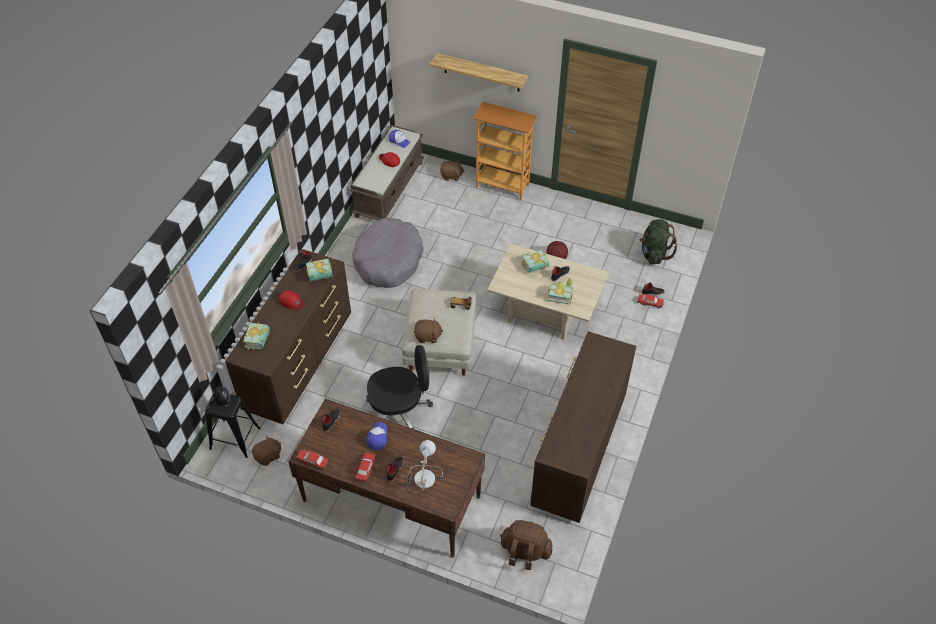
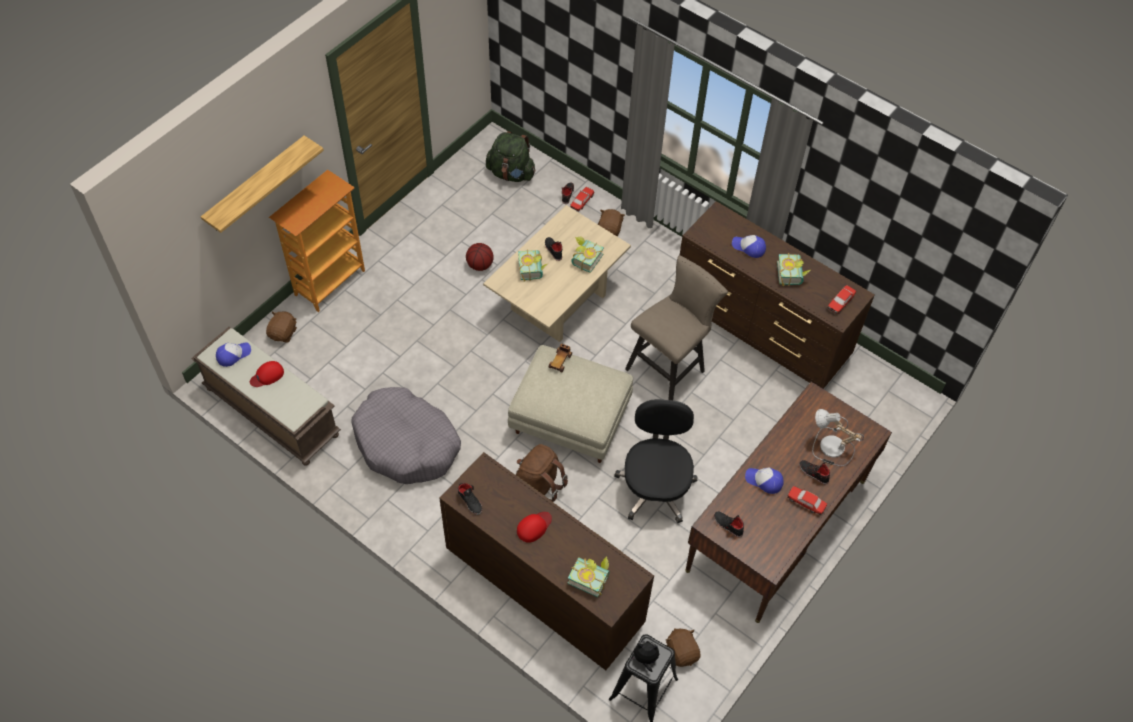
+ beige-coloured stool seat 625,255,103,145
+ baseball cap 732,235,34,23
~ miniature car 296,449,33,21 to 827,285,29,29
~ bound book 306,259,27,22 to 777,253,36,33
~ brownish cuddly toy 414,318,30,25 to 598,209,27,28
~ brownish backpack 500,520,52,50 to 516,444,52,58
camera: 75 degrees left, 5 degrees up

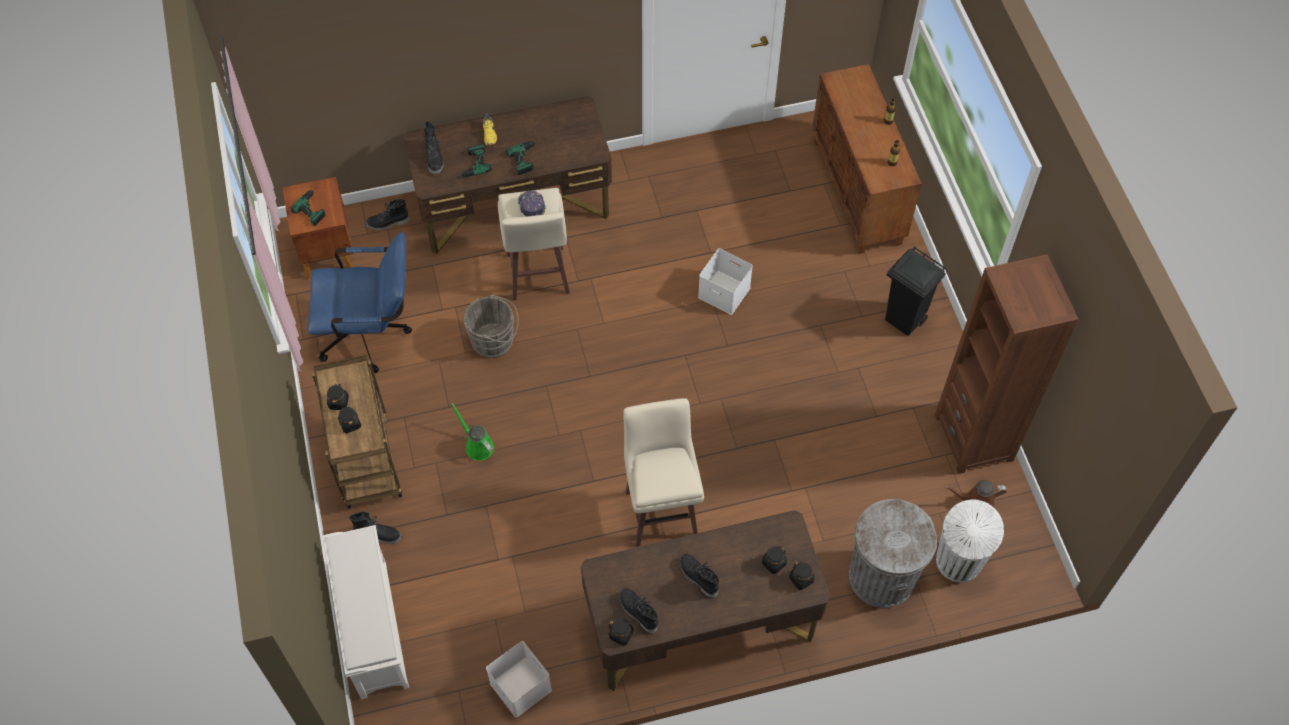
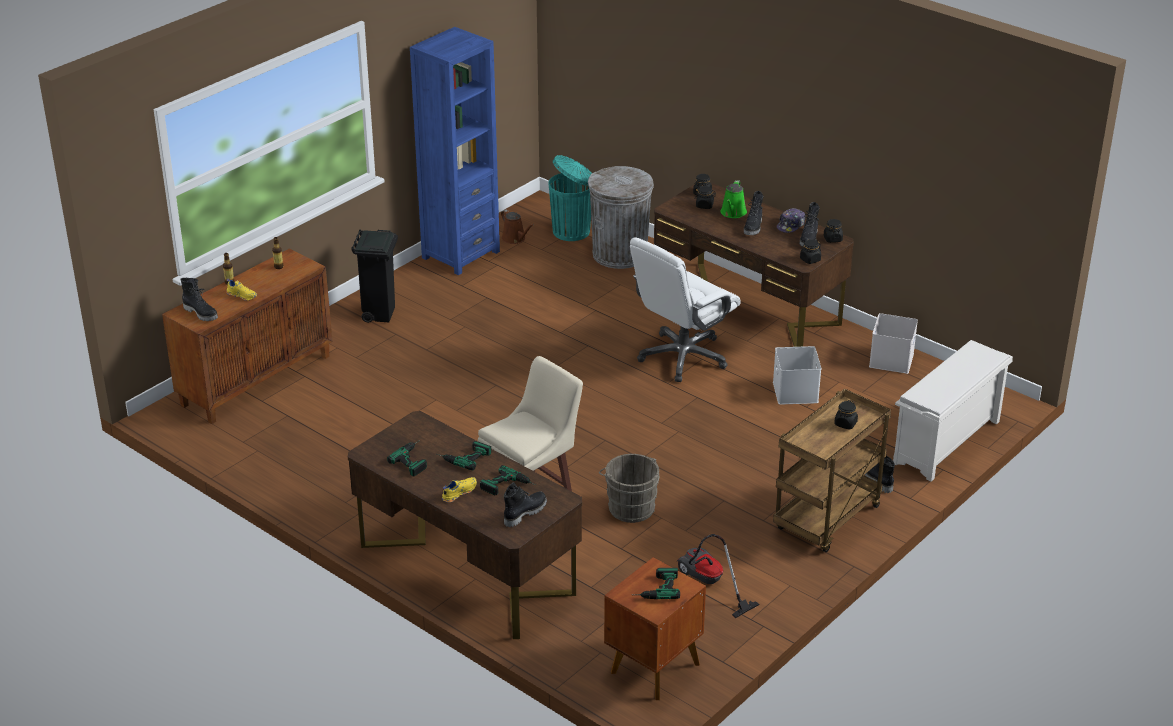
+ yellowish low shoe 226,279,31,22
+ drill 387,440,40,37
~ black-coloured storage jar 327,384,22,26 to 800,239,21,25
~ black-coloured tall boot 366,199,43,32 to 180,278,38,43
~ greenish watering pot 451,403,43,58 to 721,180,26,38
~ baseball cap 518,190,27,27 to 777,208,29,25
~ whitish storage container 698,248,55,67 to 773,346,48,59
~ bluish computer chair 308,232,104,141 to vacuum cleaner 677,534,83,84
~ beige-coloured stool seat 623,398,81,149 to whitish computer chair 630,238,111,144
~ brownish bookcase 935,255,143,219 to bluish bookcase 410,27,90,248
~ whitish rubbish bin 936,499,68,83 to blue-green rubbish bin 548,155,44,86
camera: 125 degrees left, 25 degrees down

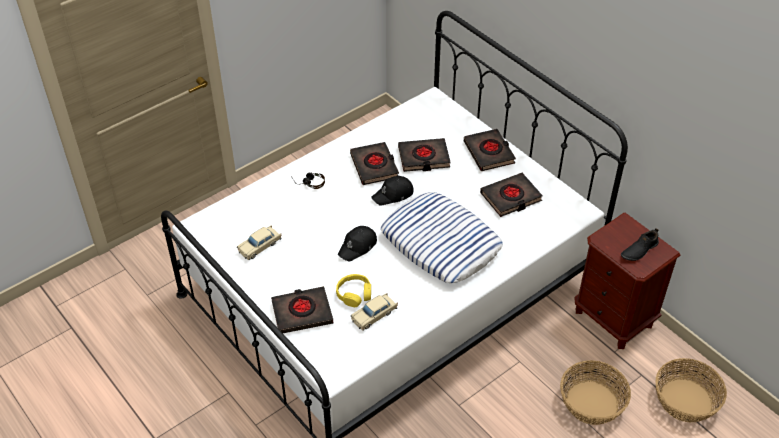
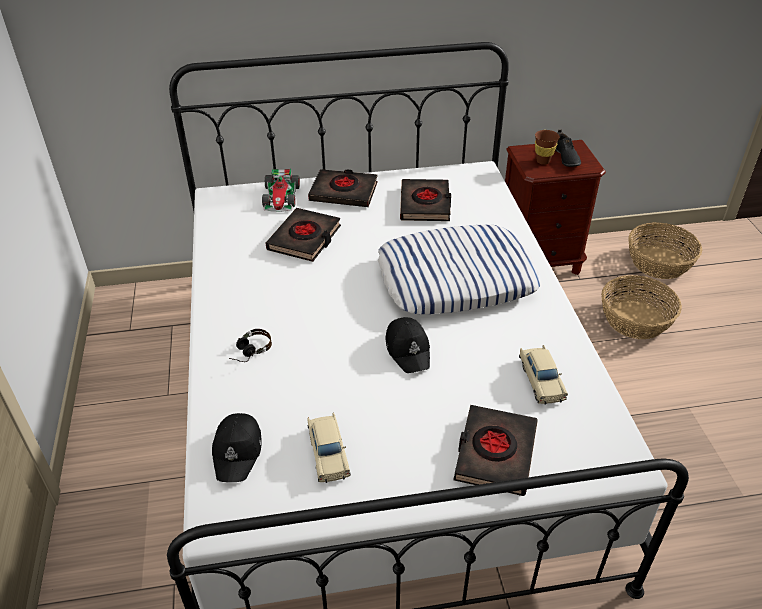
- yellowish headset 336,274,35,33
- black-coloured bound book 350,142,49,43
+ miniature car 262,169,38,43
+ brownish small cup 535,130,24,35
~ black-coloured baseball cap 372,176,42,29 to 212,413,50,69
camera: 60 degrees left, 5 degrees down

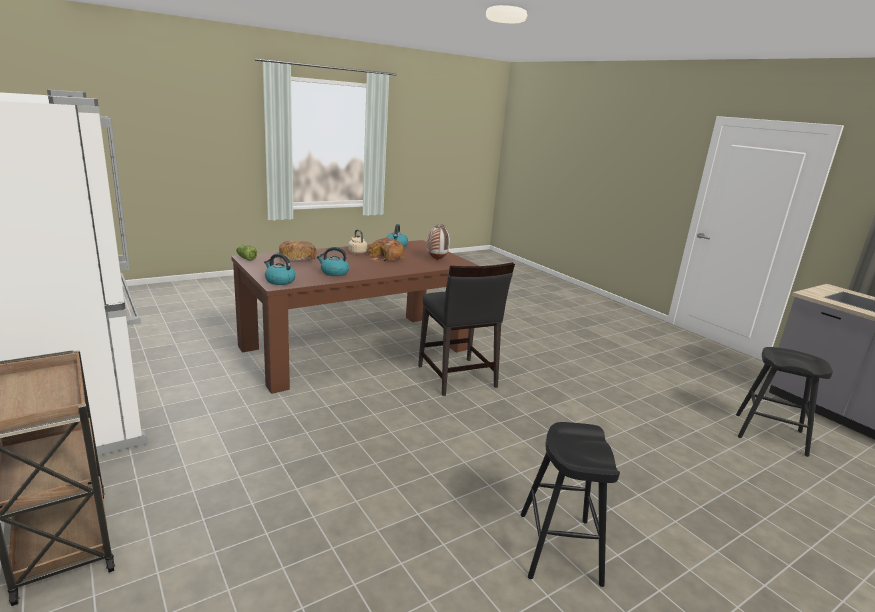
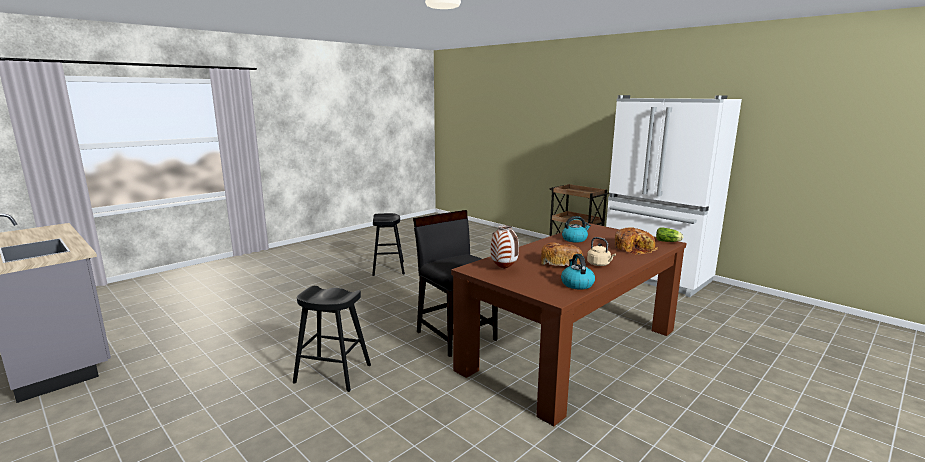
- water kettle 264,253,32,32
~ black-coloured stool seat 736,347,97,110 to 293,286,78,106
camera: 170 degrees right, 5 degrees down

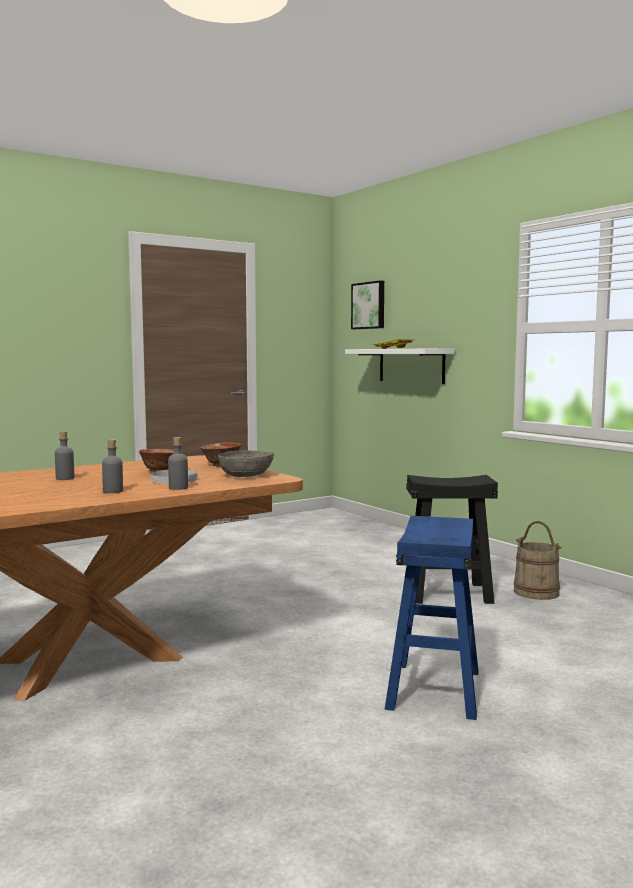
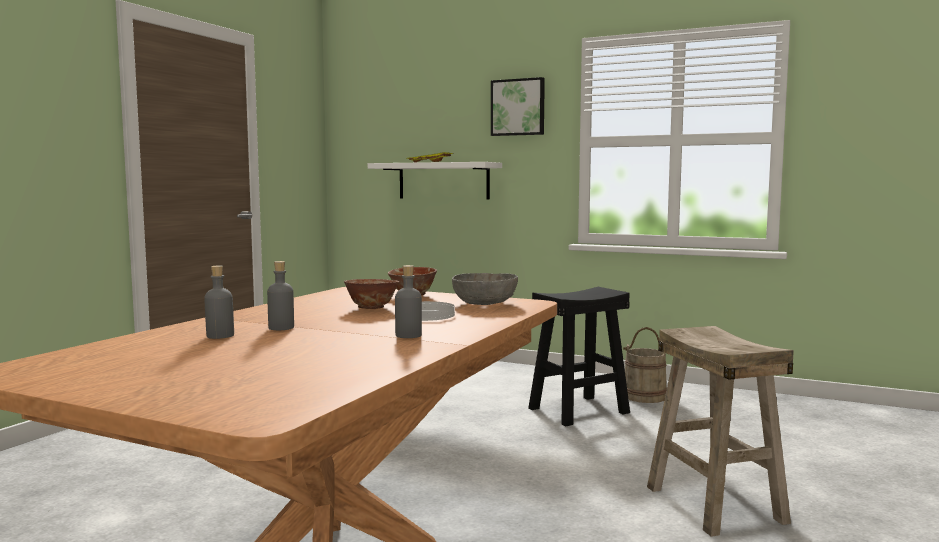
~ grey bottle 168,437,20,53 to 204,266,30,73
~ picture 351,281,33,48 to 491,77,54,59
~ bluish stool seat 385,516,93,204 to beige-coloured stool seat 647,326,147,211
camera: 30 degrees left, 0 degrees up

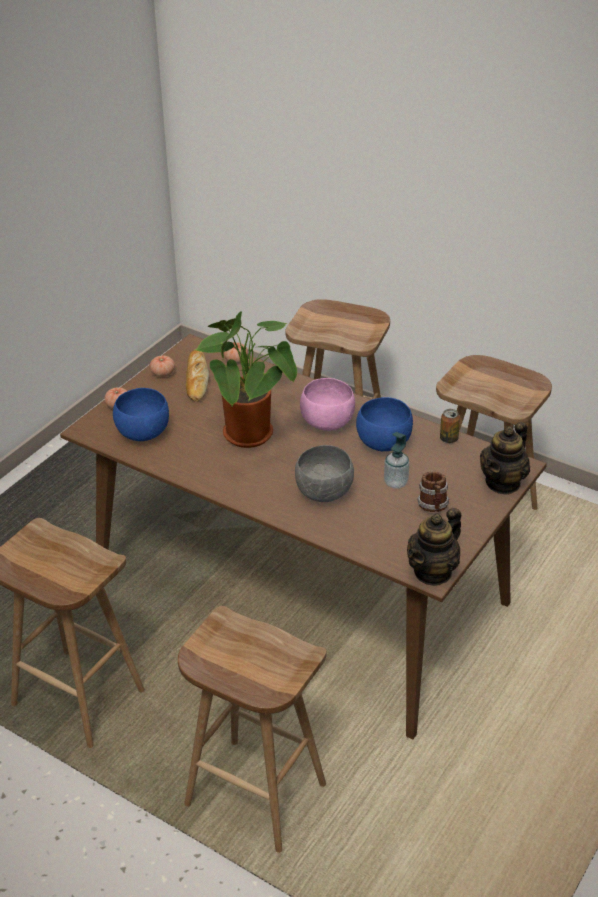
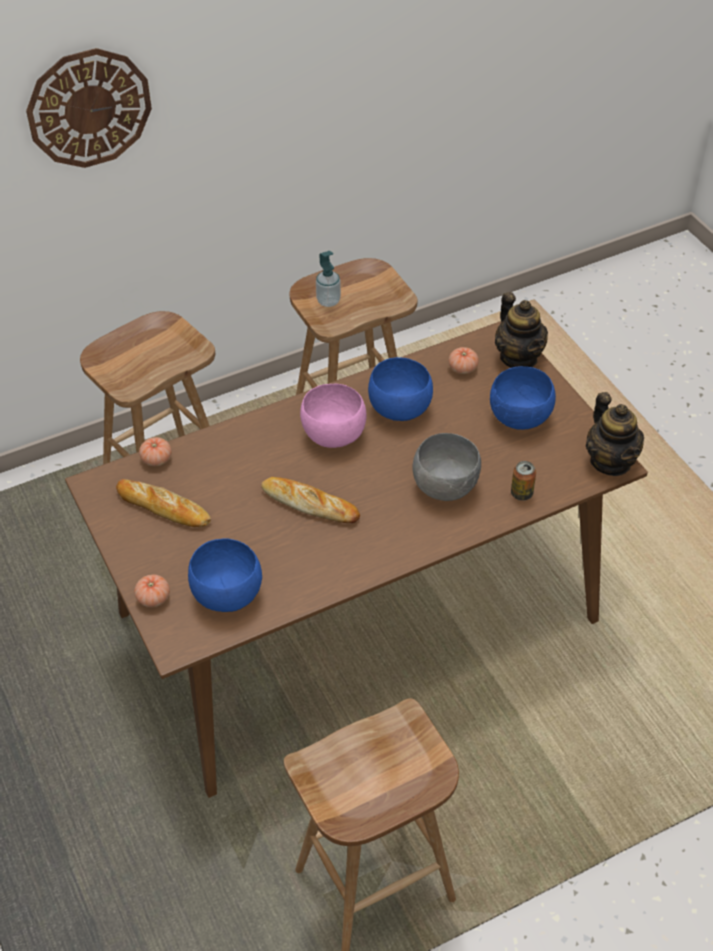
- brownish stool seat 178,606,148,247
+ hanging clock 26,48,126,120
~ fresh tomato 150,355,25,22 to 449,347,30,27
~ soap bottle 384,432,26,57 to 316,251,25,56
~ can 440,409,20,34 to 511,461,25,40
~ houseplant 195,311,102,137 to bakery bread 261,477,99,46
~ mug 417,472,32,40 to bluish bowl 490,366,66,64
camera: 60 degrees left, 10 degrees up

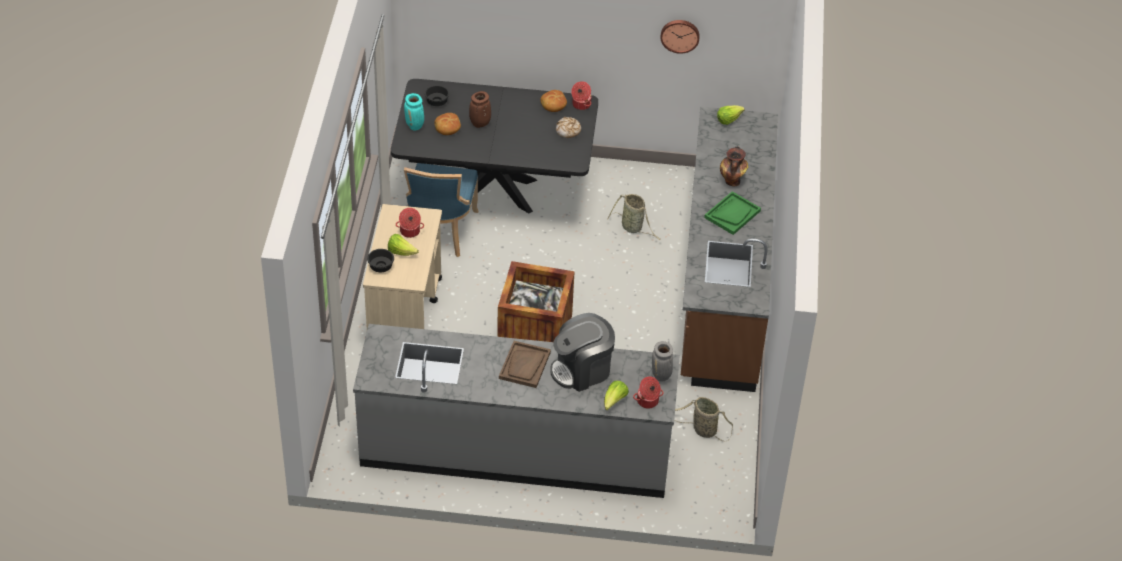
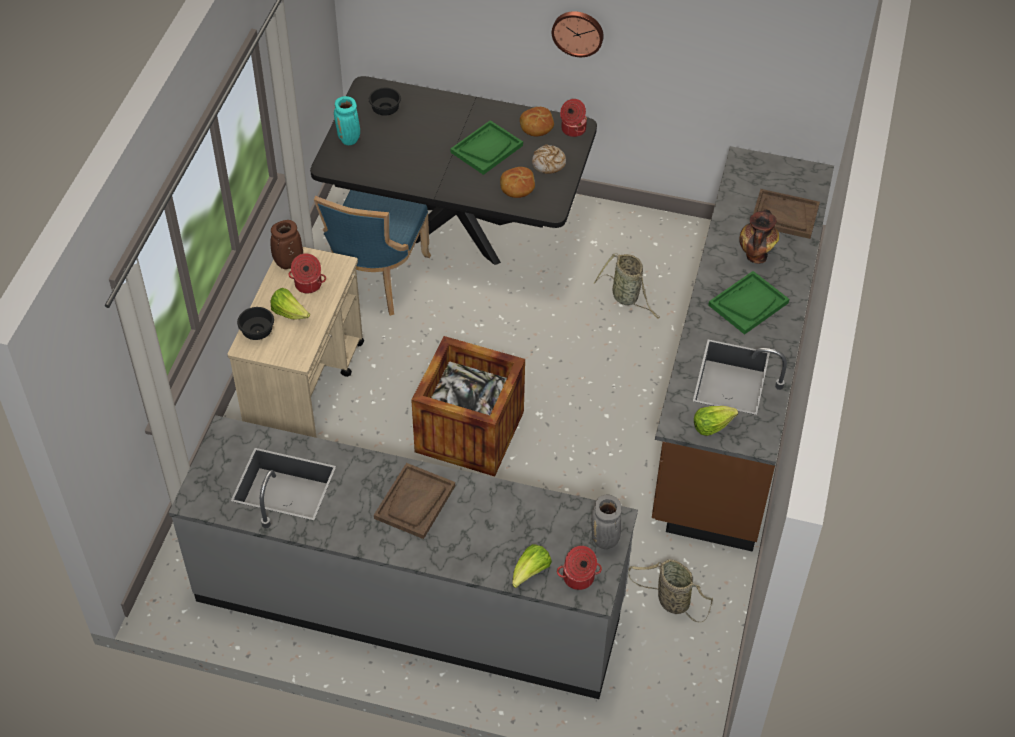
- coffee maker 550,313,65,79
+ greenish tray 450,120,73,55
+ brownish tray 753,189,67,50
~ bakery bread 434,113,27,22 to 500,167,35,31
~ brownish vase 469,91,22,37 to 270,220,33,49
~ hanging clock 660,20,40,34 to 552,11,52,46
~ head of lettuce 717,105,28,20 to 694,406,44,30
camera: 10 degrees right, 5 degrees up

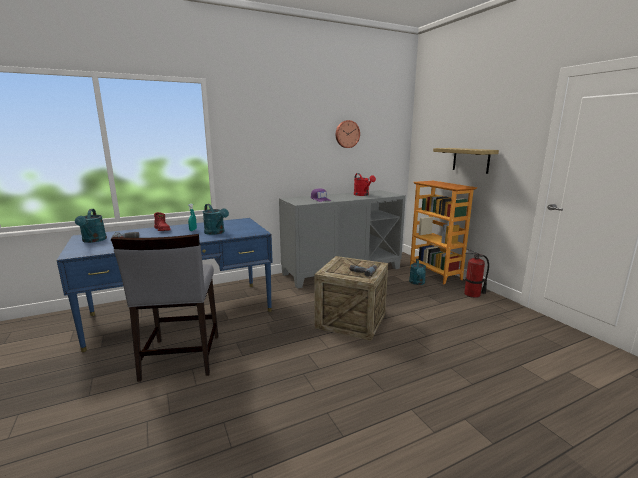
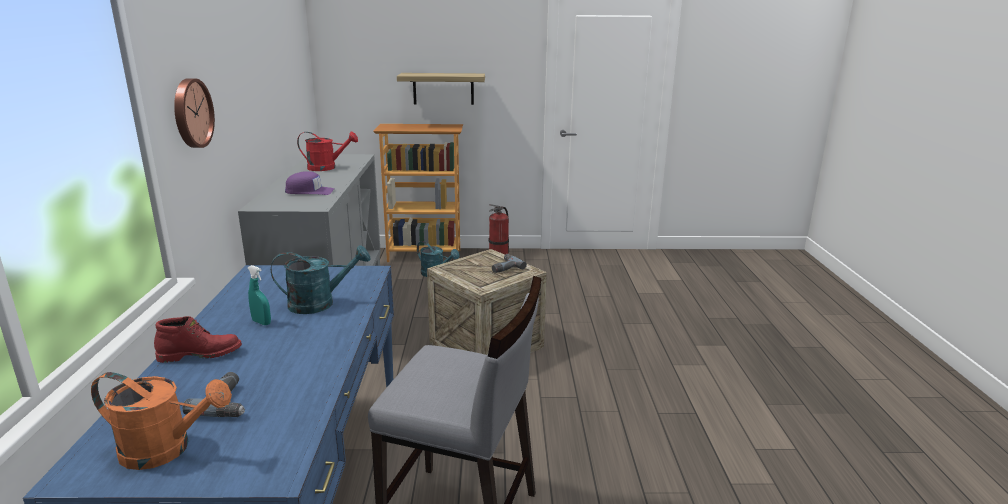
~ hanging clock 336,120,24,28 to 174,78,41,70
~ blue-green watering pot 75,209,32,34 to orange watering pot 91,372,141,98
camera: 65 degrees left, 5 degrees up

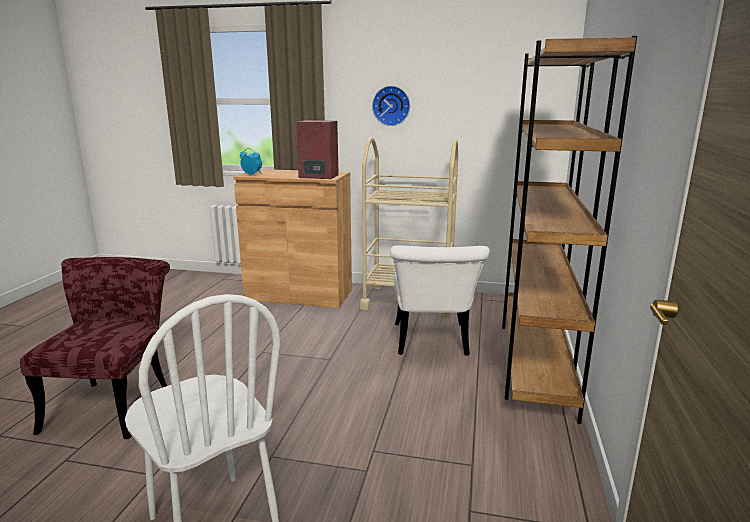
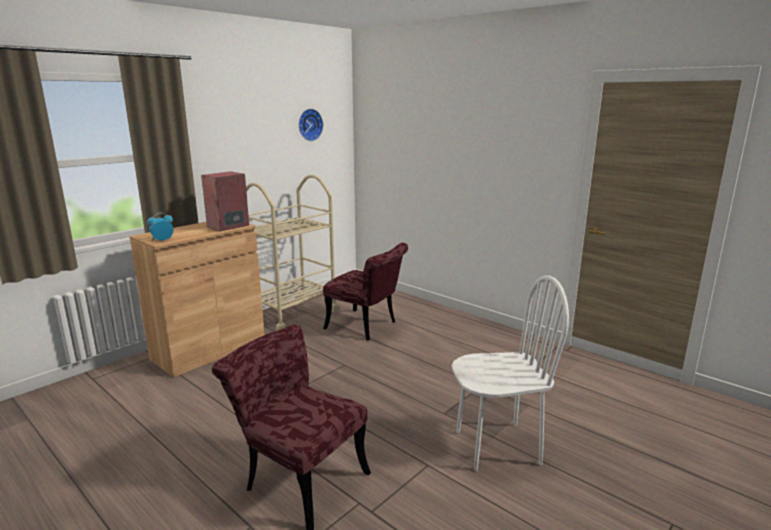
- brownish bookcase 502,36,135,388
~ hanging clock 372,86,38,40 to 299,109,24,32
~ whitish upright chair 390,245,100,111 to red-coloured upright chair 323,243,85,97
camera: 60 degrees left, 0 degrees up

